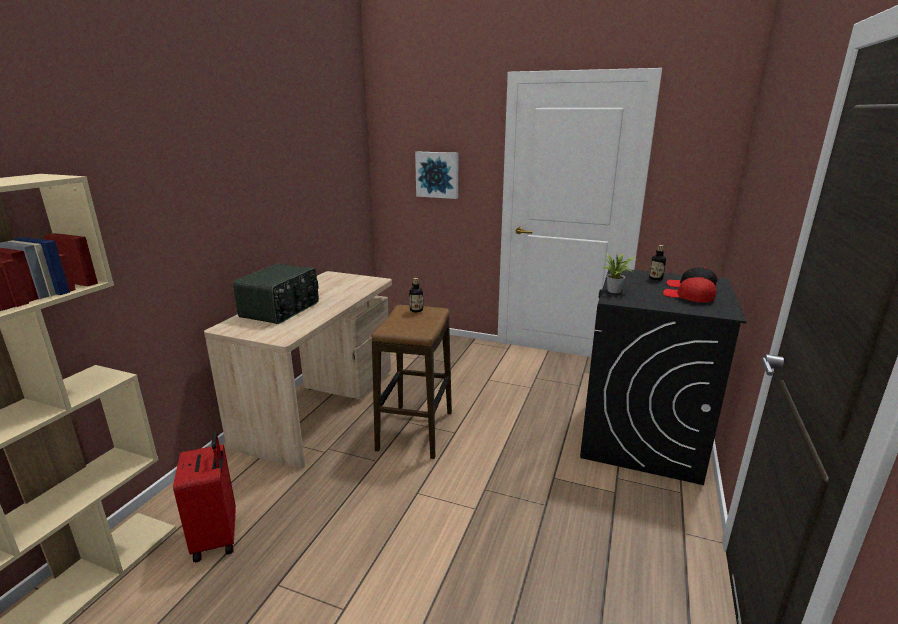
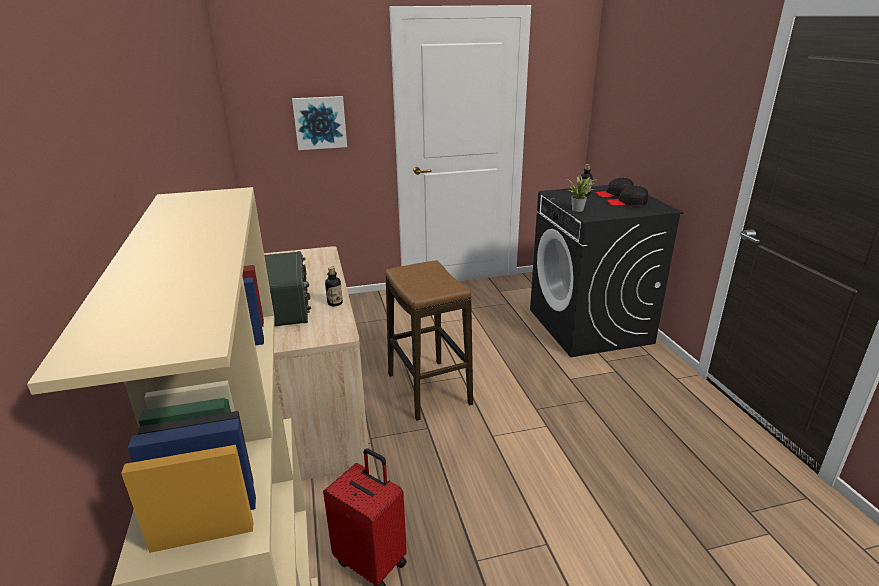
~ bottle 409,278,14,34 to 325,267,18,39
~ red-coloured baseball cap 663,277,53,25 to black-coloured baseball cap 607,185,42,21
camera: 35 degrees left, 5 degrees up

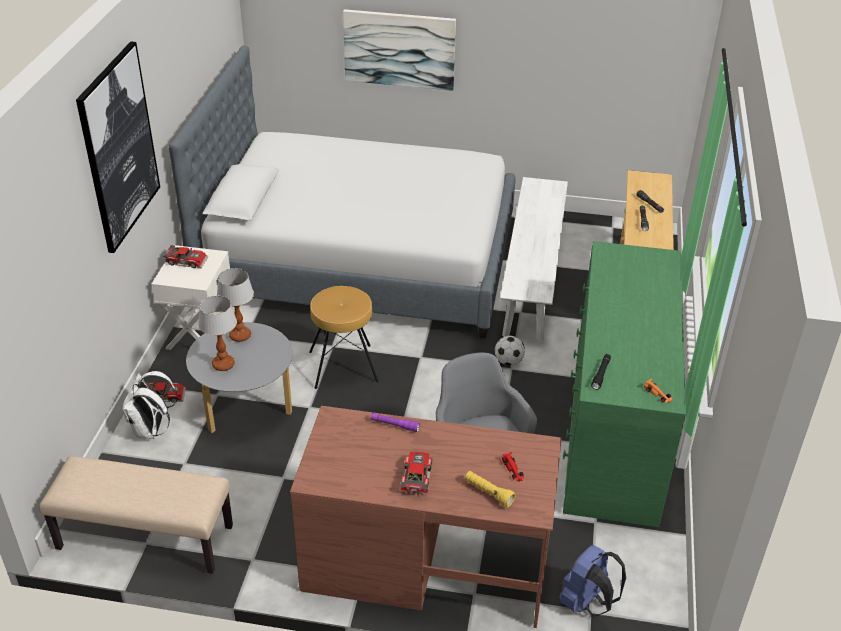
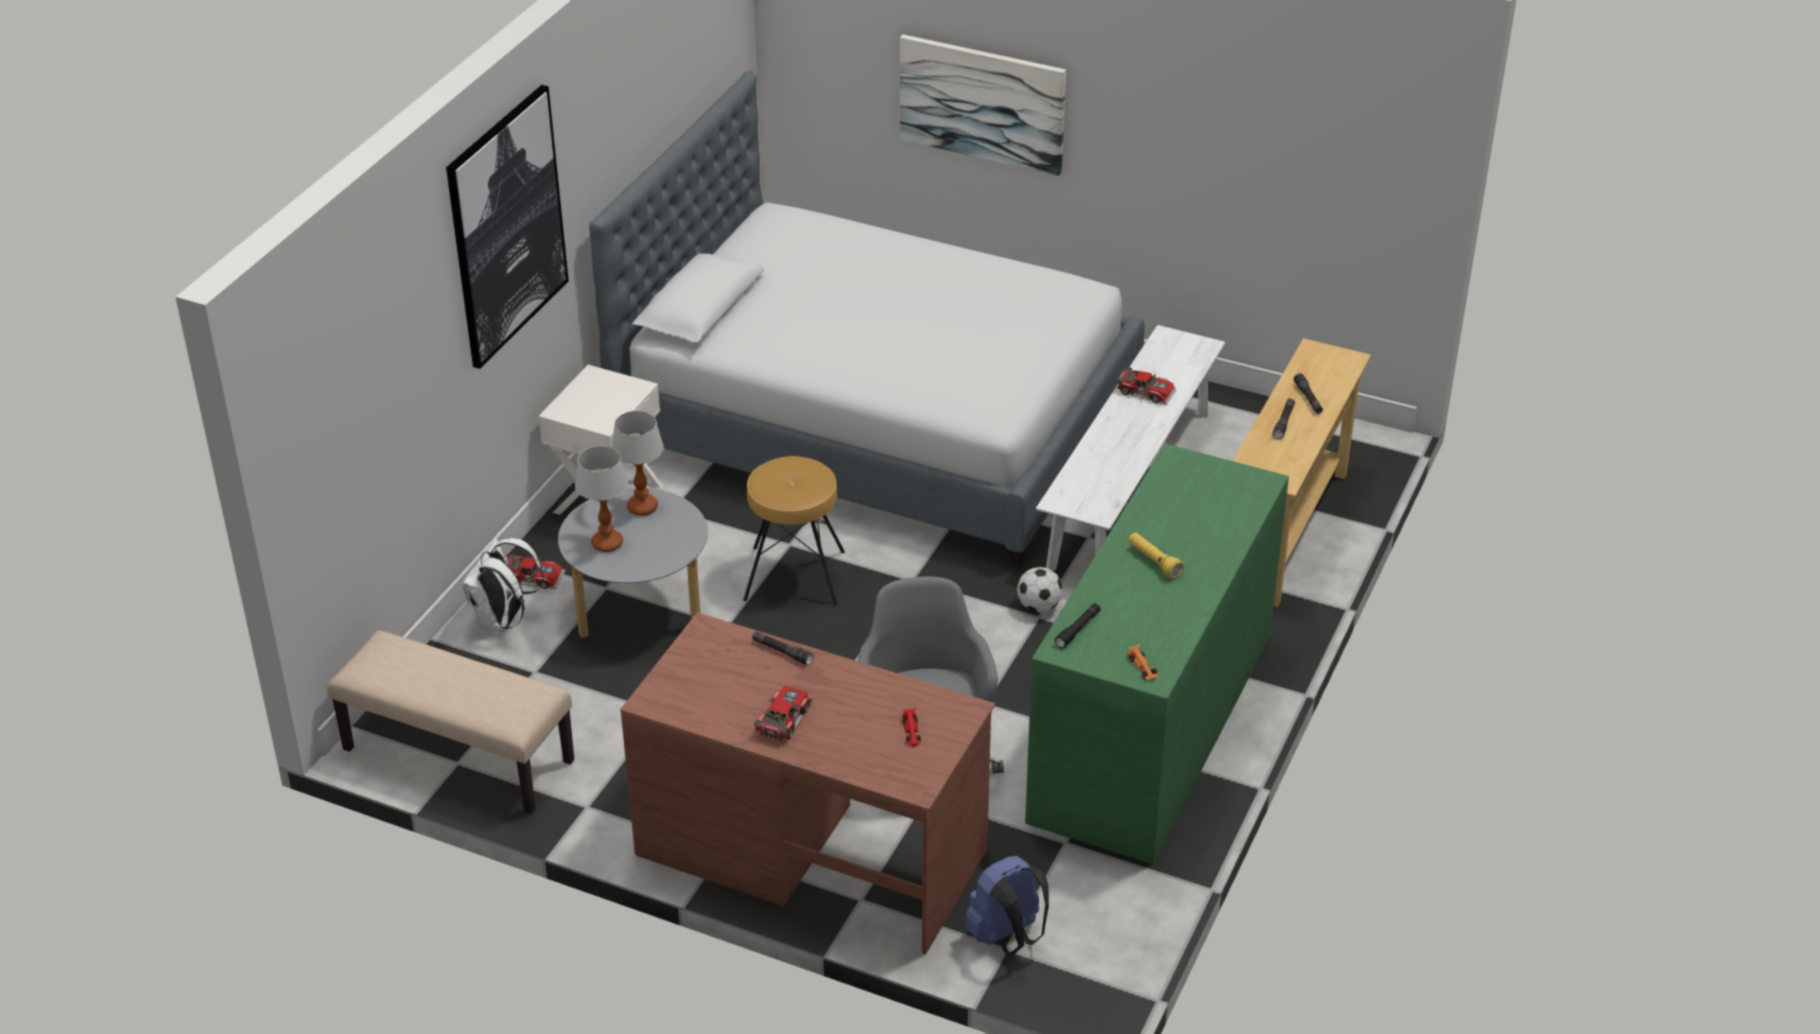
~ miniature car 163,245,45,23 to 1116,366,61,39
~ yellowish flashlight 465,471,50,36 to 1128,533,55,46
~ purple-coloured flashlight 370,413,50,19 to black-coloured flashlight 752,631,61,34
camera: 15 degrees right, 0 degrees up

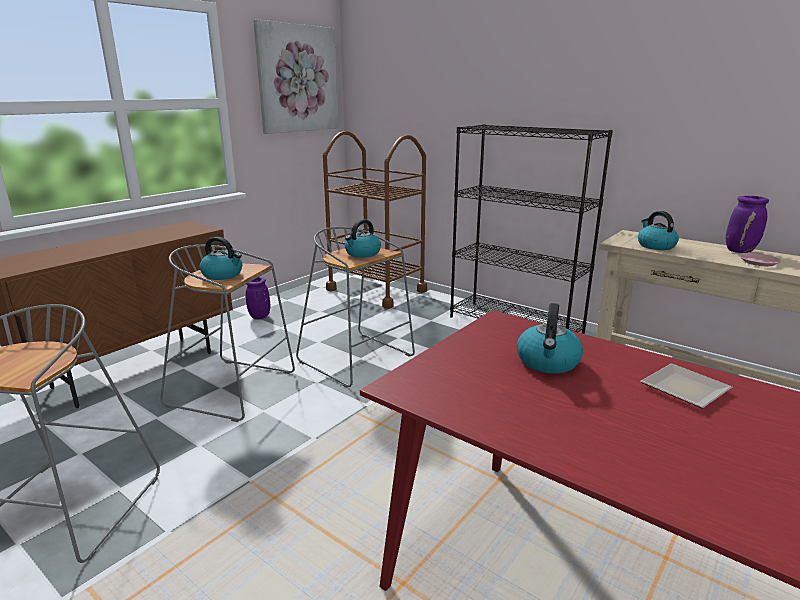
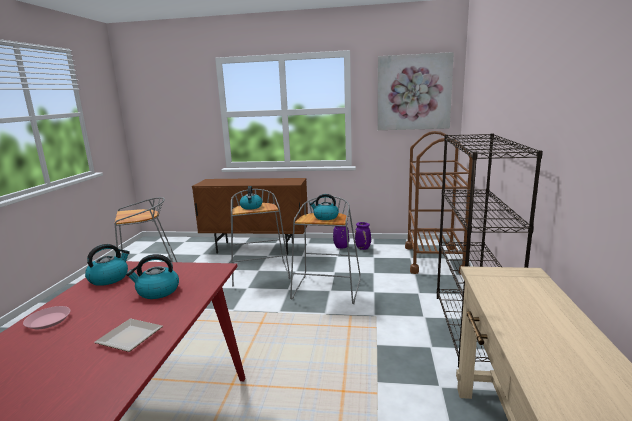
~ water kettle 638,211,41,39 to 85,244,45,42
~ purple-coloured vase 726,196,43,57 to 355,222,16,28
~ pink-coloured flat dish 740,253,41,13 to 23,306,48,23
camera: 60 degrees right, 5 degrees down

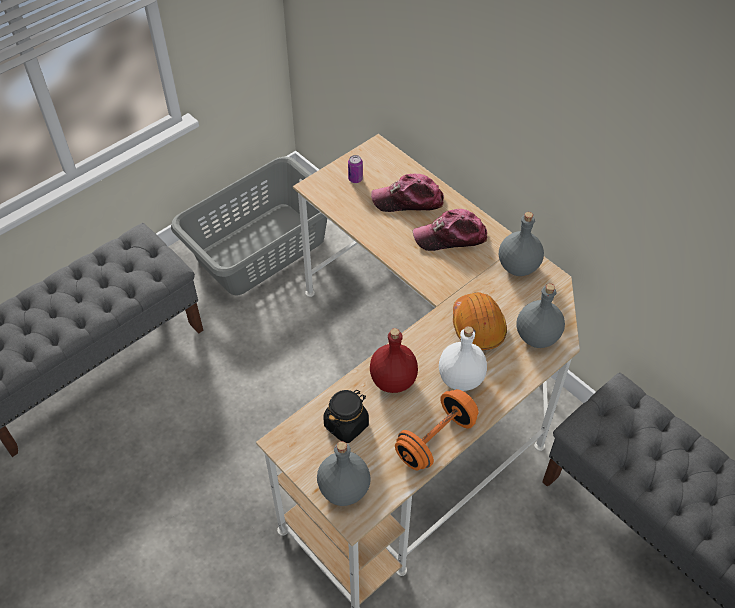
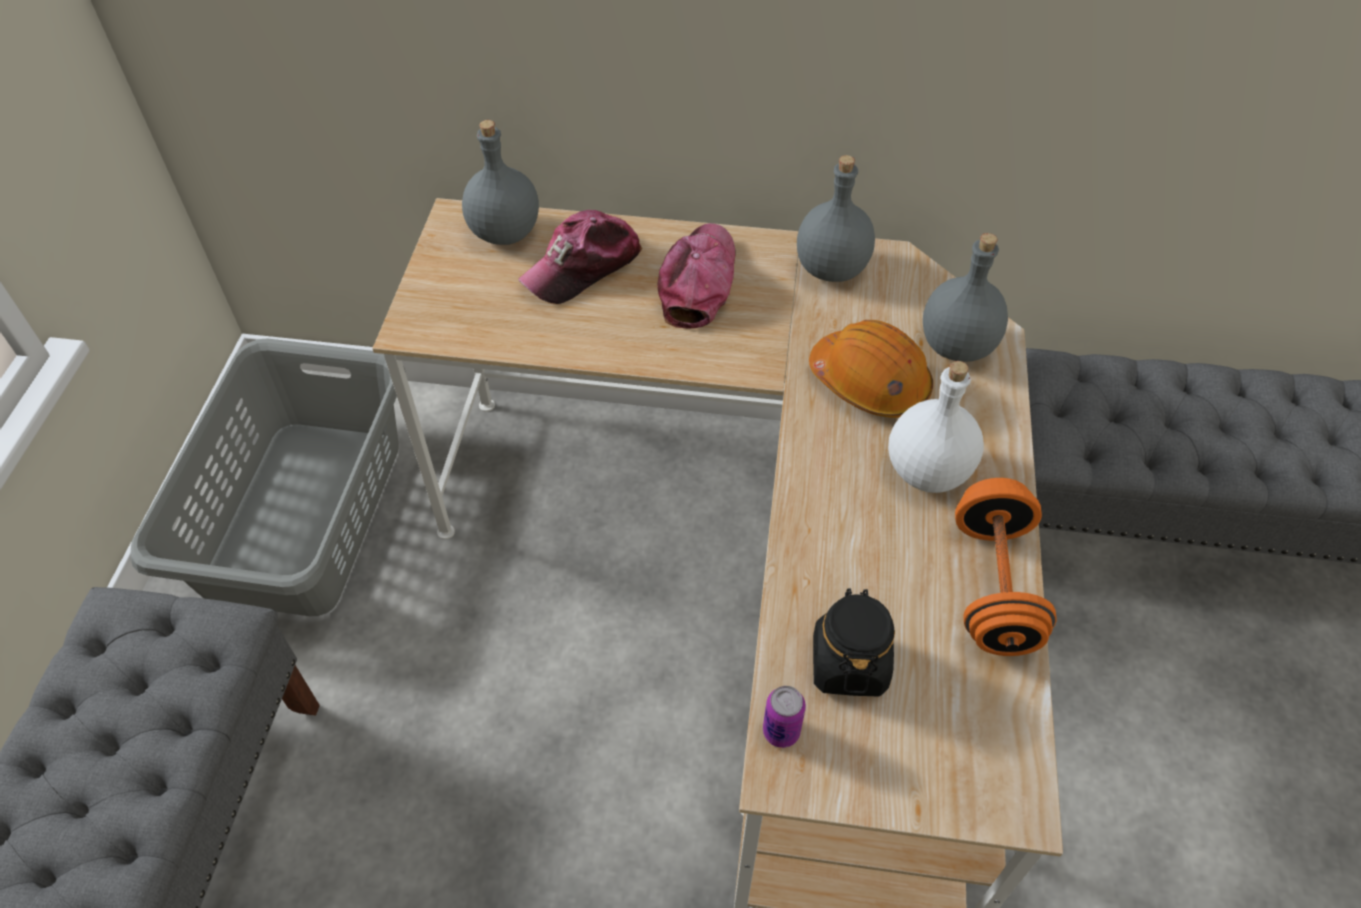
- red-coloured bottle 370,328,48,65
~ grey bottle 317,441,54,65 to 462,120,77,125
~ can 348,155,15,28 to 763,686,43,62
~ baseball cap 413,209,74,42 = 657,223,78,105 150 degrees clockwise
camera: 40 degrees left, 0 degrees up

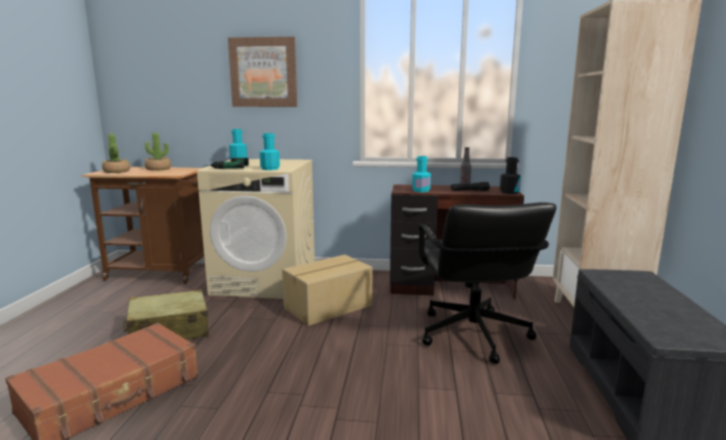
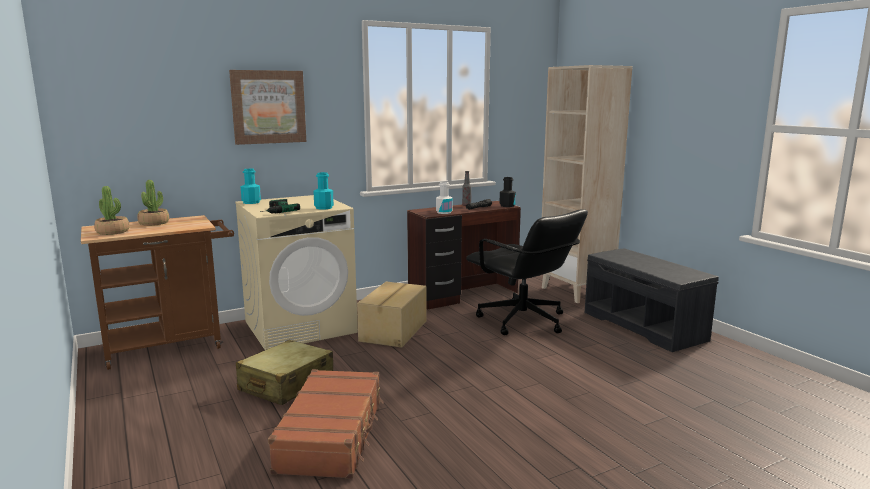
~ blue-green bottle 412,156,19,36 to whitish bottle 436,182,16,32
camera: 35 degrees left, 0 degrees up

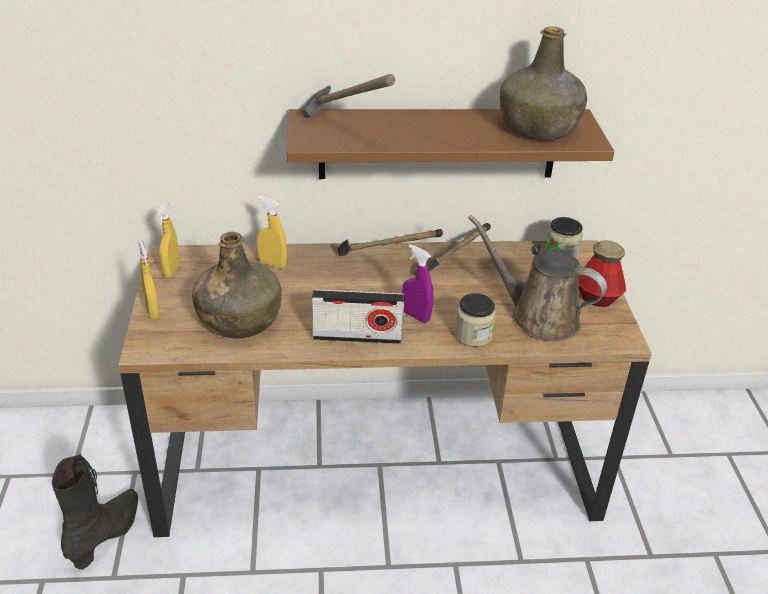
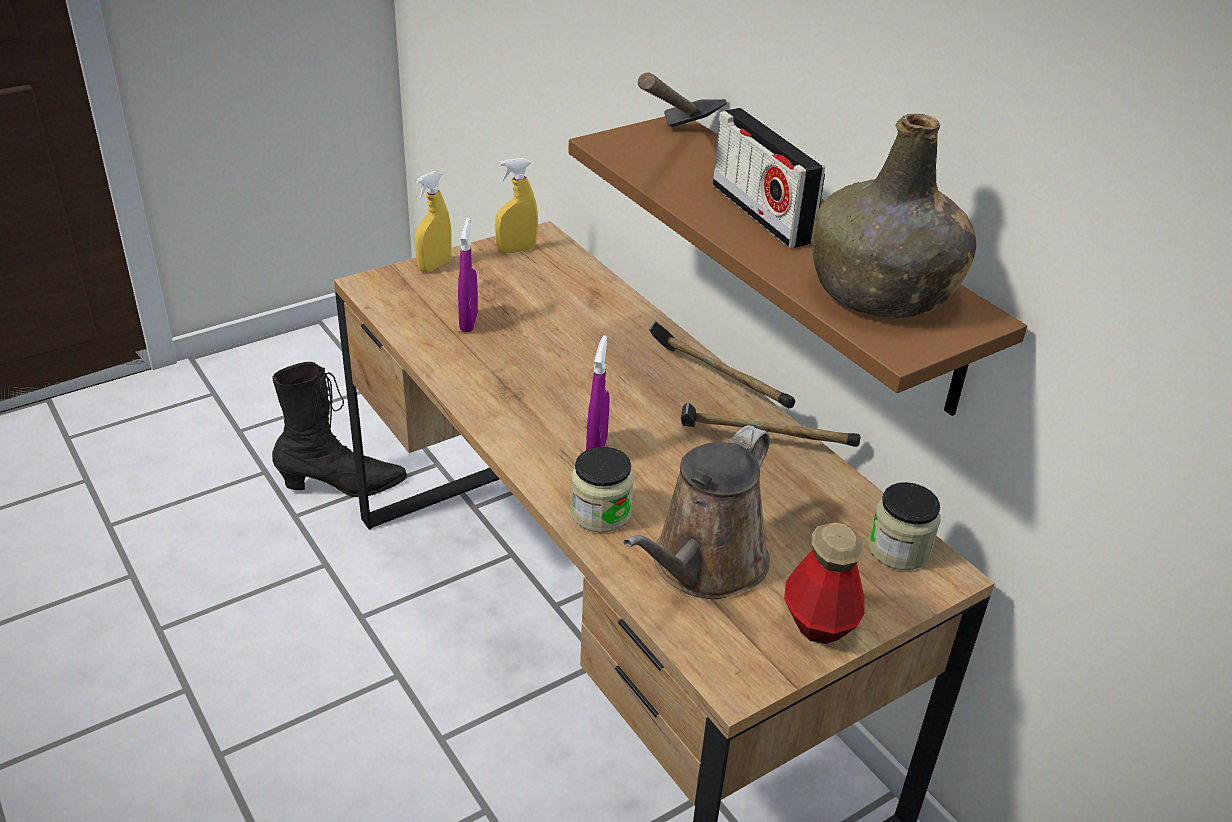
- yellowish spray bottle 257,196,30,73
~ radio set 312,289,92,55 to 713,108,112,140
~ greenish bottle 192,231,90,107 to purple-coloured spray bottle 458,218,20,114
~ brownish watering pot 468,215,139,126 = 624,425,146,174 150 degrees counterclockwise
camera: 60 degrees right, 0 degrees up

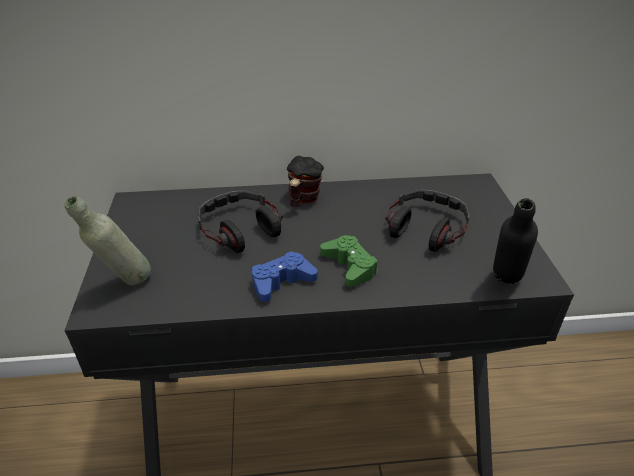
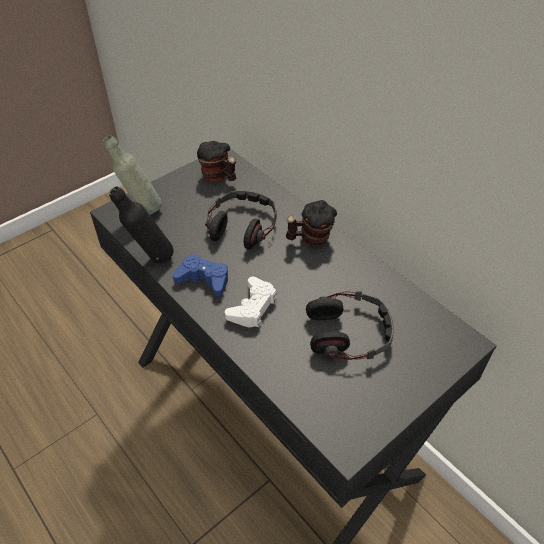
+ mug 197,141,40,40
~ black-coloured bottle 493,198,45,86 to 109,186,65,78
~ greenish game controller 320,235,58,52 to whitish game controller 225,277,52,51
camera: 55 degrees right, 10 degrees up

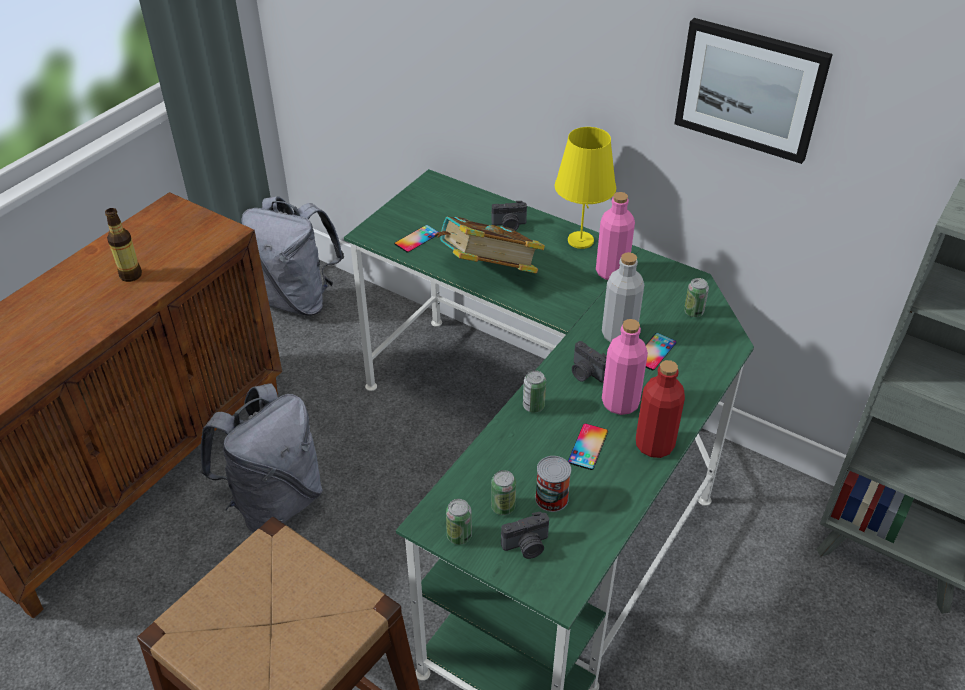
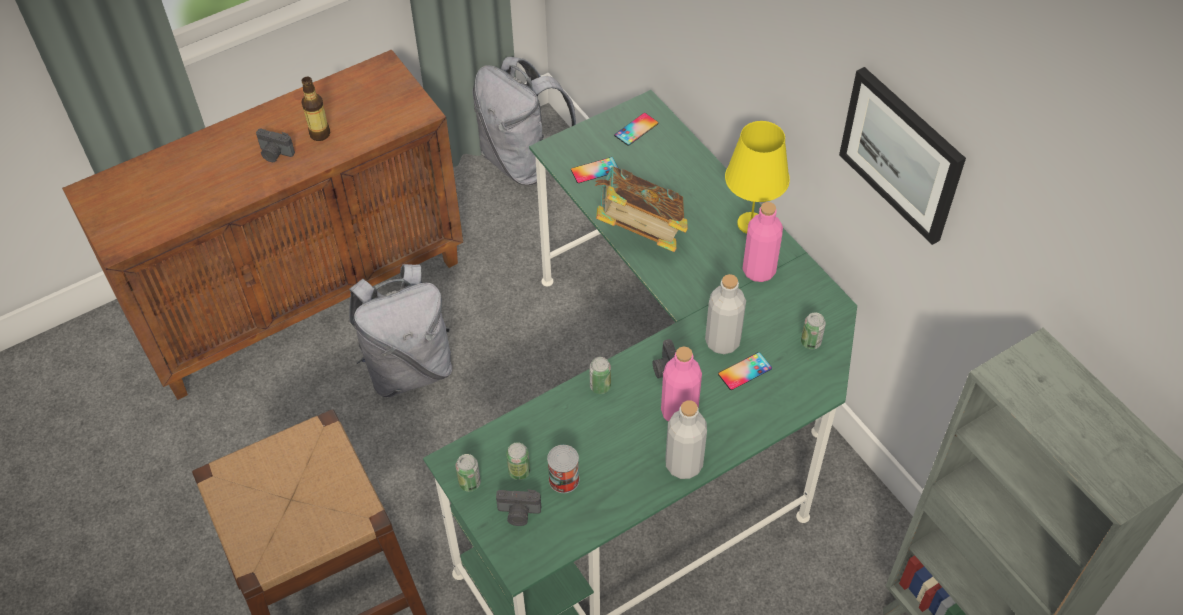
~ still camera 491,201,36,30 to 256,128,39,34
~ phone 568,423,40,47 to 614,113,44,33
~ red-coloured bottle 636,360,49,98 to grey bottle 665,400,42,79
camera: 25 degrees right, 10 degrees up

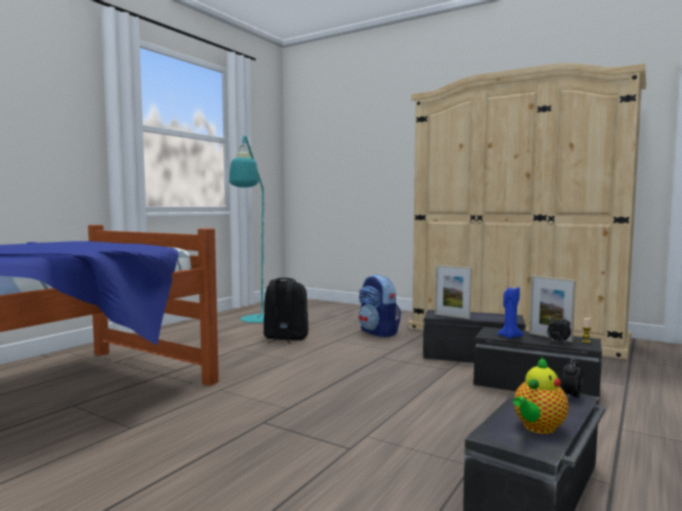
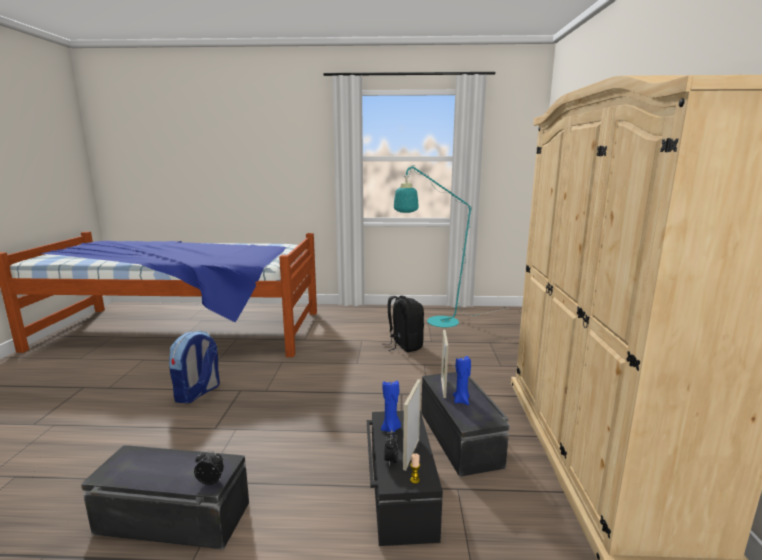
- pot for tea 513,357,56,77
+ bluish wax candle 453,356,18,49
~ backpack 359,274,42,63 to 169,331,51,73
camera: 60 degrees right, 10 degrees up

